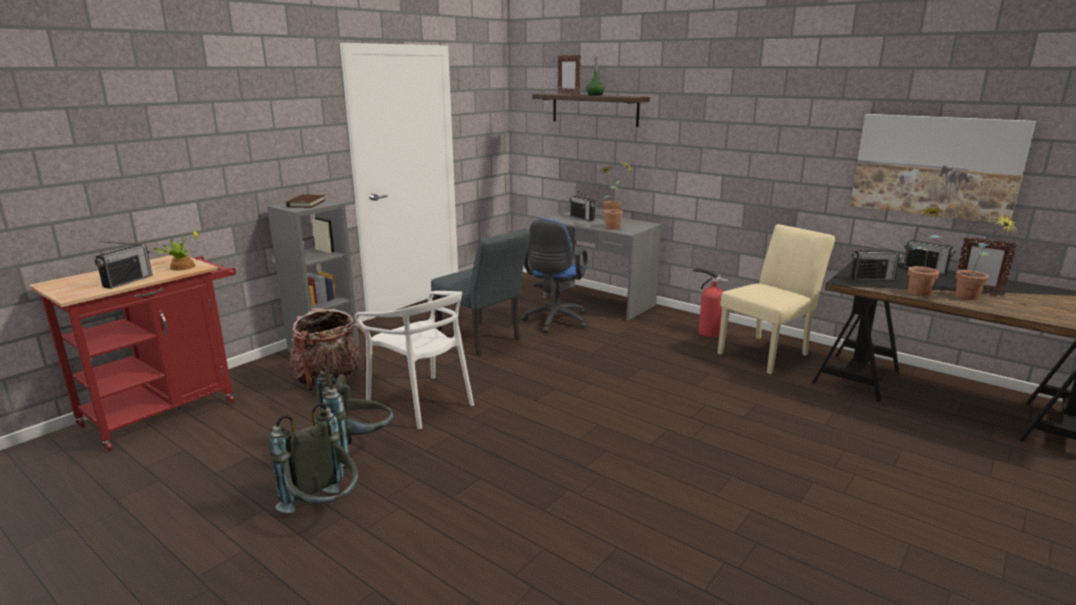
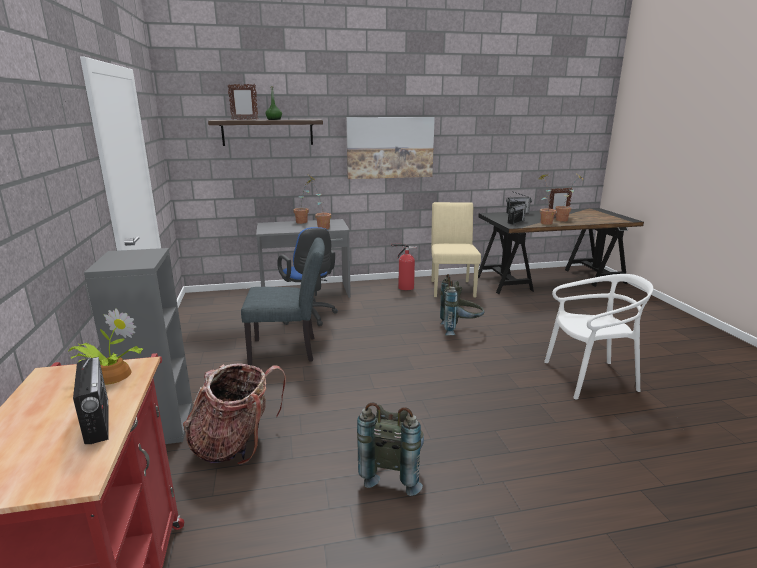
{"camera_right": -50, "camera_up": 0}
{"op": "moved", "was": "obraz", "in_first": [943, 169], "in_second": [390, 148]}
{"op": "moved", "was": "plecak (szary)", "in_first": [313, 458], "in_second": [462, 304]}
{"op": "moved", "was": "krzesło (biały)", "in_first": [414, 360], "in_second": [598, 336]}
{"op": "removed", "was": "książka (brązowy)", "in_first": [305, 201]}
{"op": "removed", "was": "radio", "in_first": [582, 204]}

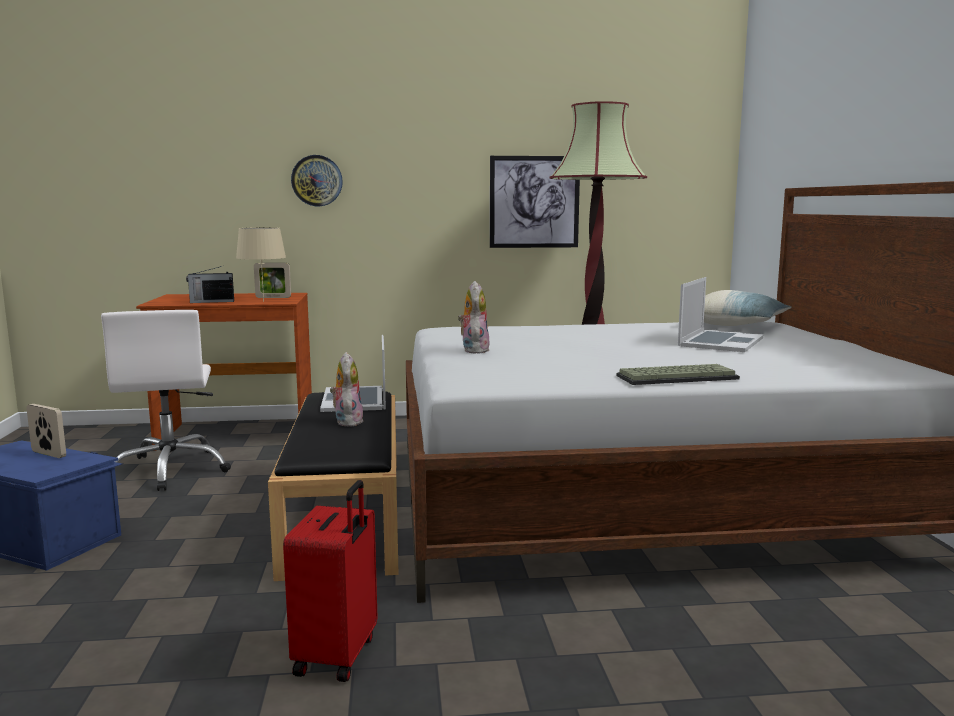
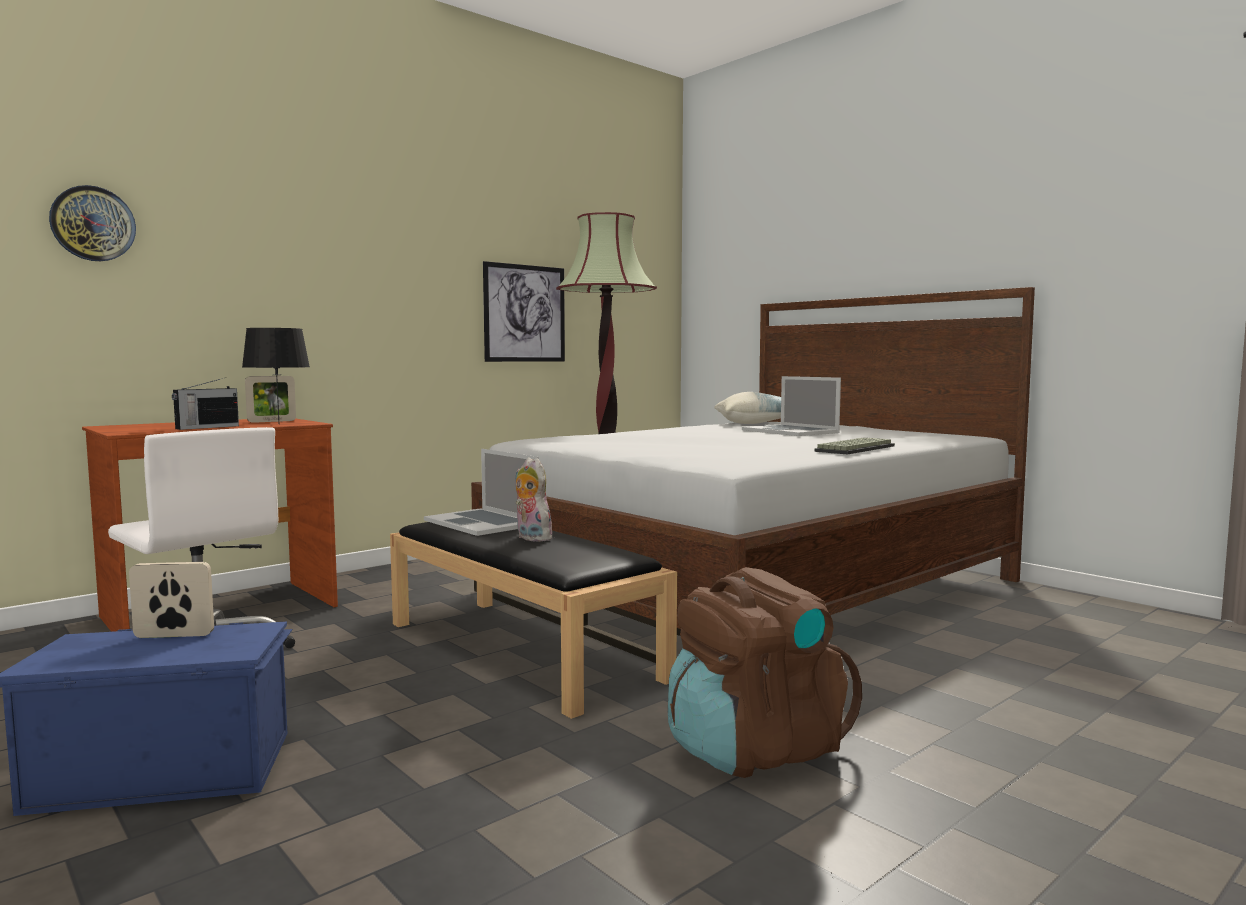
{"camera_right": -35, "camera_up": -5}
{"op": "moved", "was": "zegar ścienny", "in_first": [317, 180], "in_second": [92, 223]}
{"op": "recoloured", "was": "lampa stołowa (beżowy)", "now": "lampa stołowa (czarny)", "in_first": [261, 264], "in_second": [276, 375]}
{"op": "replaced", "was": "walizka (czerwony)", "now": "plecak (brązowy)", "in_first": [330, 581], "in_second": [765, 672]}
{"op": "turned", "was": "laptop", "in_first": [720, 314], "in_second": [791, 406], "clockwise": 150}
{"op": "removed", "was": "pluszak", "in_first": [473, 317]}

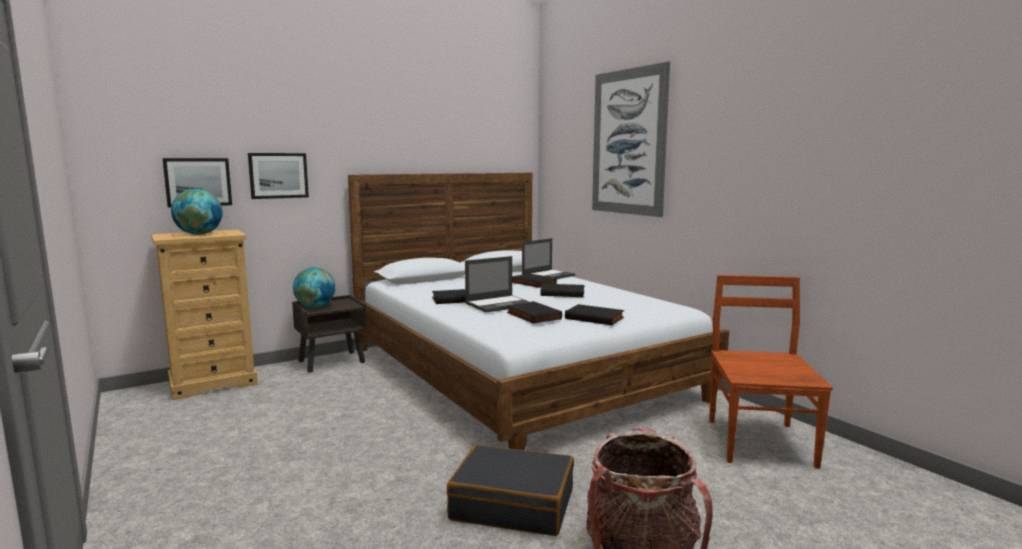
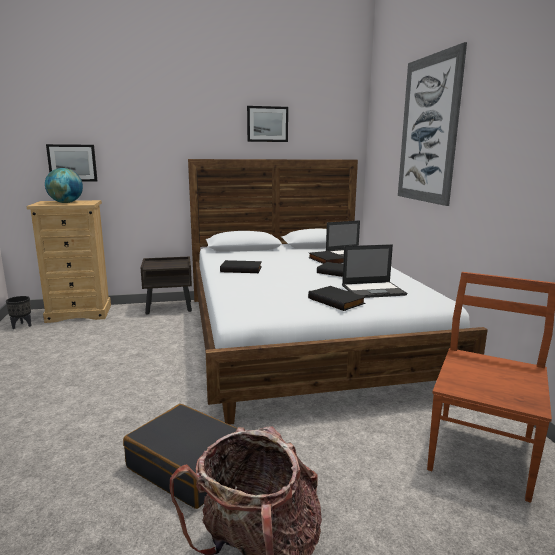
{"camera_right": 20, "camera_up": 5}
{"op": "added", "now": "donica (czarny)", "in_second": [19, 312]}
{"op": "moved", "was": "obraz", "in_first": [278, 176], "in_second": [267, 124]}
{"op": "moved", "was": "laptop", "in_first": [497, 284], "in_second": [374, 271]}
{"op": "removed", "was": "globus", "in_first": [314, 287]}
{"op": "removed", "was": "książka (czarny)", "in_first": [534, 312]}

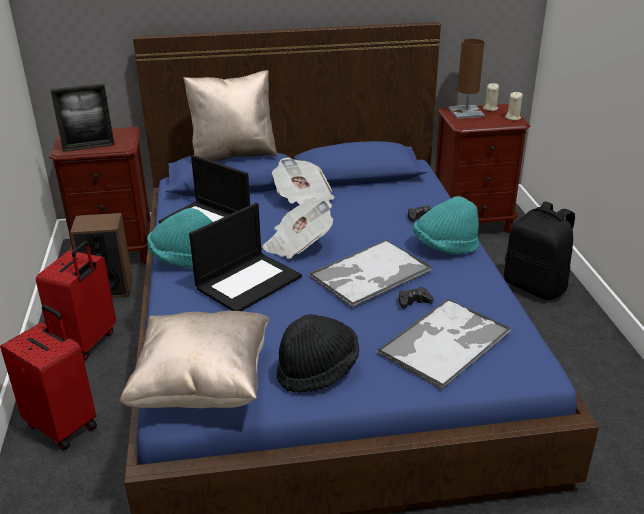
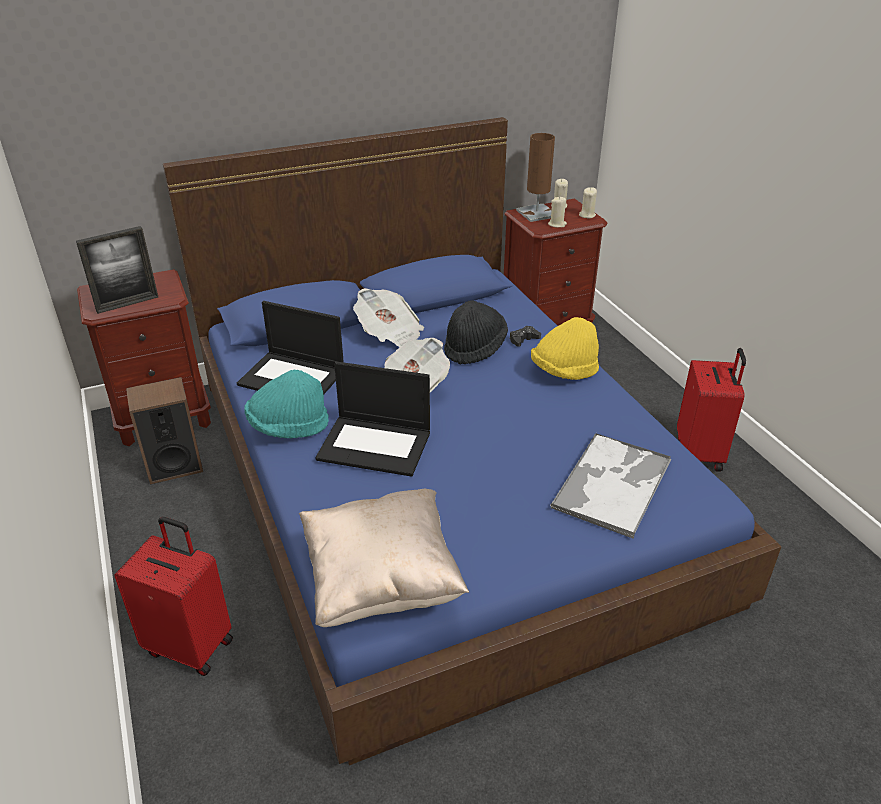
{"camera_right": -15, "camera_up": 5}
{"op": "turned", "was": "laptop", "in_first": [245, 257], "in_second": [372, 419], "clockwise": 75}
{"op": "moved", "was": "kapelusz (czarny)", "in_first": [317, 353], "in_second": [476, 332]}
{"op": "recoloured", "was": "kapelusz (turkusowy)", "now": "kapelusz (żółty)", "in_first": [446, 225], "in_second": [565, 348]}
{"op": "added", "now": "świeca (beżowy)", "in_second": [557, 211]}
{"op": "moved", "was": "walizka (czerwony)", "in_first": [76, 300], "in_second": [711, 410]}
{"op": "removed", "was": "poduszka (beżowy)", "in_first": [230, 116]}
{"op": "removed", "was": "taca", "in_first": [370, 274]}
{"op": "removed", "was": "pad do gier (czarny)", "in_first": [416, 298]}
{"op": "removed", "was": "plecak (czarny)", "in_first": [539, 251]}

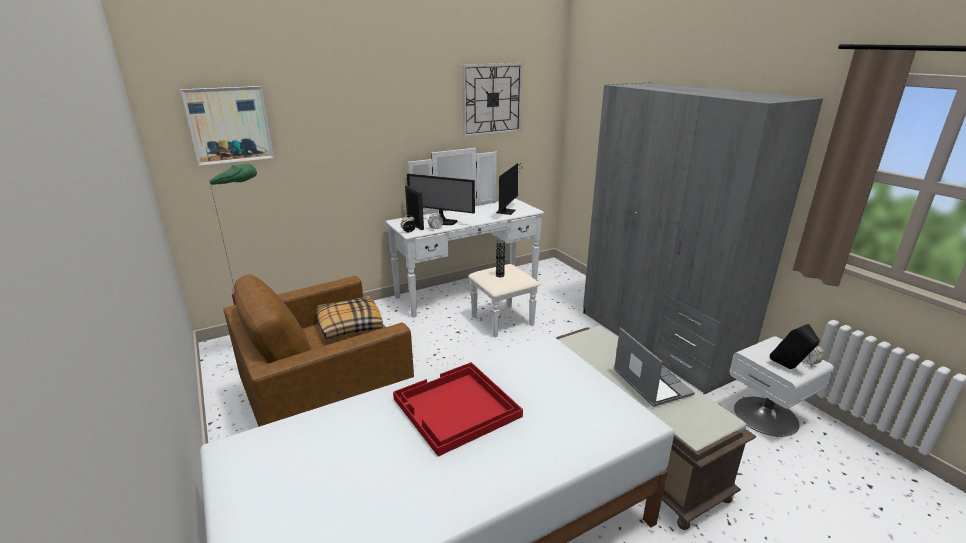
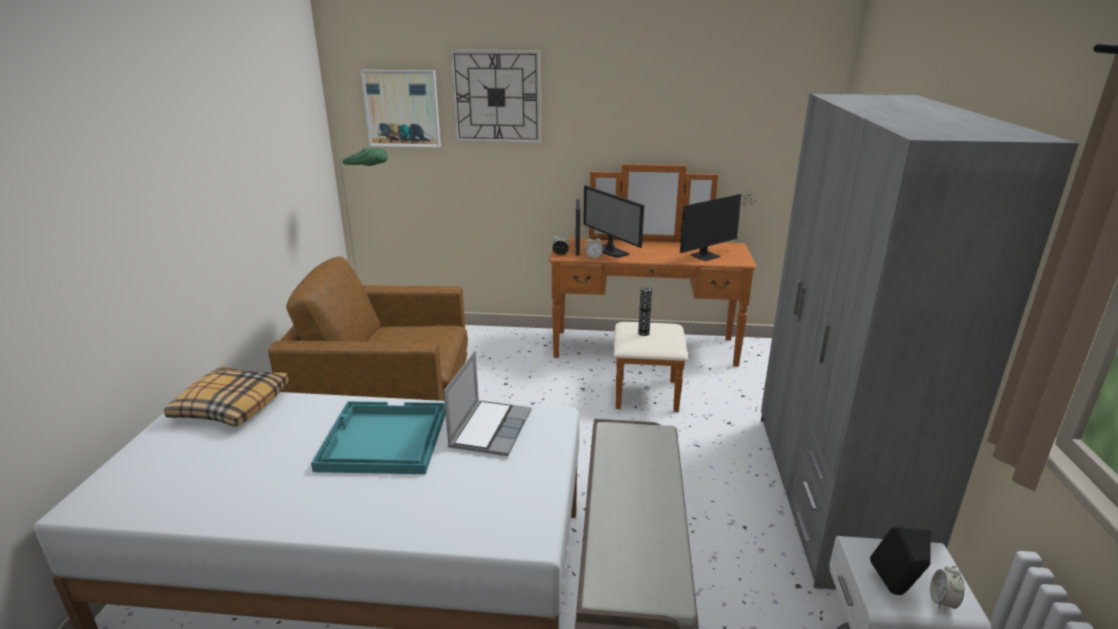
{"camera_right": 35, "camera_up": 0}
{"op": "moved", "was": "poduszka", "in_first": [350, 317], "in_second": [226, 396]}
{"op": "recoloured", "was": "taca (czerwony)", "now": "taca (turkusowy)", "in_first": [458, 409], "in_second": [378, 437]}
{"op": "moved", "was": "laptop", "in_first": [654, 367], "in_second": [488, 403]}
{"op": "moved", "was": "zegar ścienny", "in_first": [492, 100], "in_second": [495, 96]}
{"op": "recoloured", "was": "komoda (biały)", "now": "komoda (brązowy)", "in_first": [465, 242], "in_second": [653, 288]}

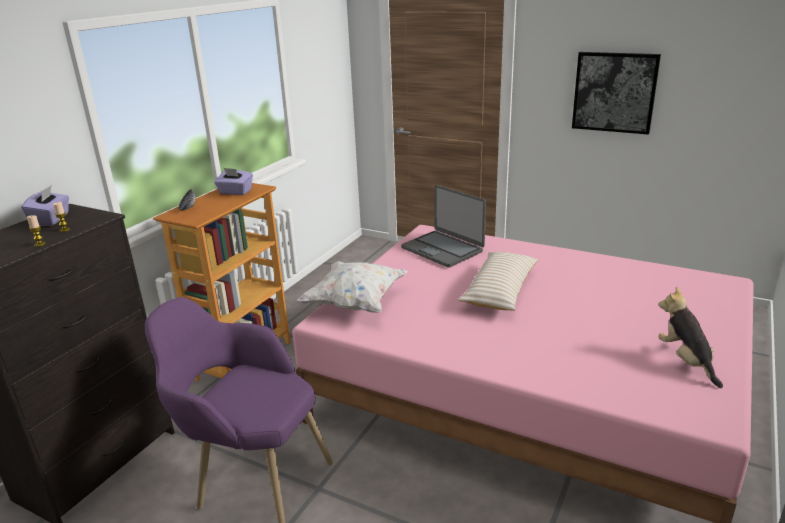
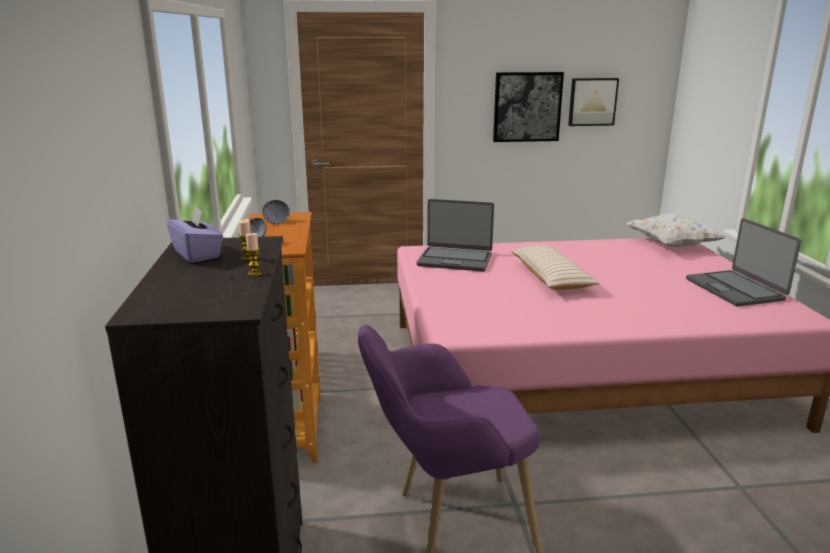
{"camera_right": -35, "camera_up": -5}
{"op": "replaced", "was": "pudełko chusteczek (fioletowy)", "now": "miska", "in_first": [233, 181], "in_second": [276, 212]}
{"op": "added", "now": "obraz", "in_second": [593, 102]}
{"op": "moved", "was": "poduszka (biały)", "in_first": [353, 287], "in_second": [676, 230]}
{"op": "replaced", "was": "pluszak", "now": "laptop", "in_first": [690, 337], "in_second": [743, 262]}

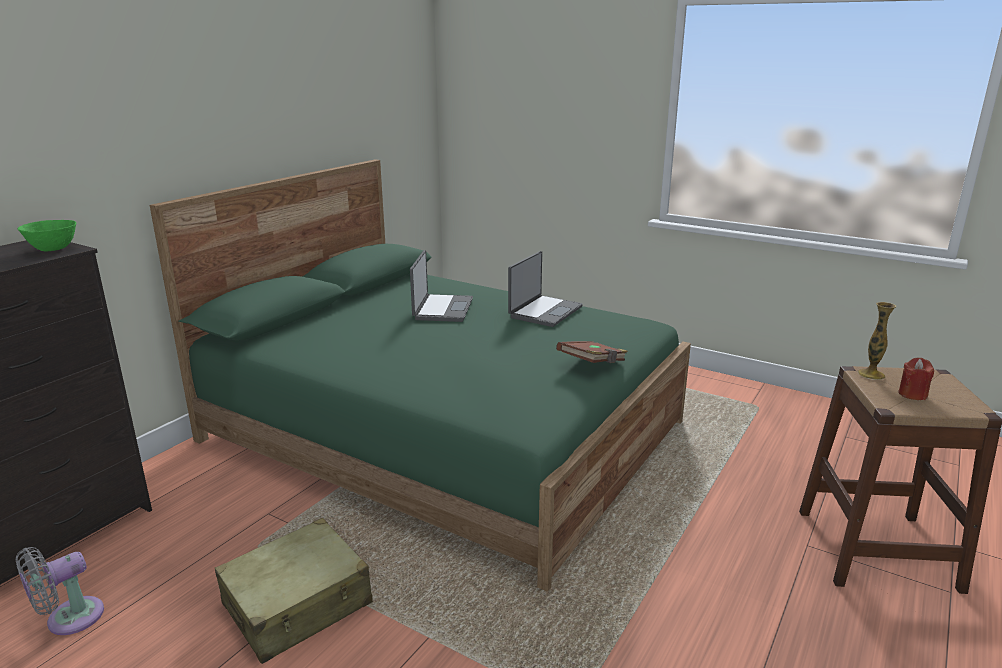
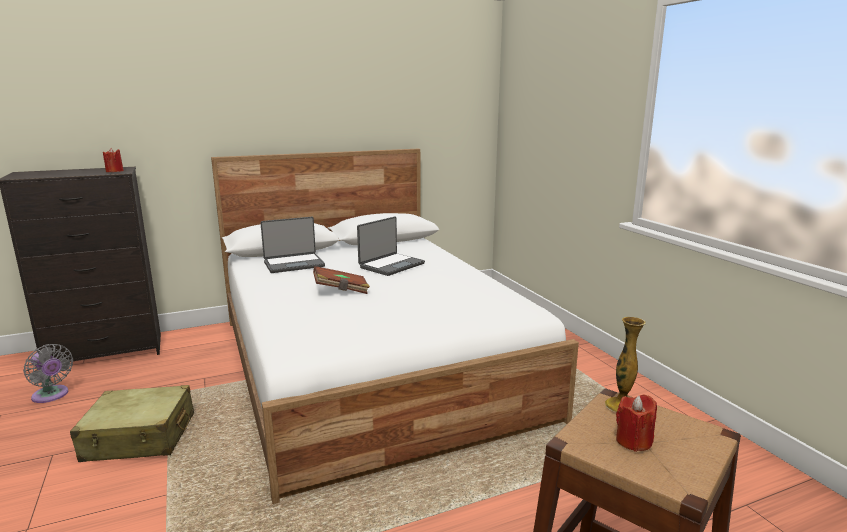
{"camera_right": 35, "camera_up": -5}
{"op": "turned", "was": "wentylator (szary)", "in_first": [60, 591], "in_second": [48, 373], "clockwise": -135}
{"op": "replaced", "was": "miska (zielony)", "now": "świeca (czerwony)", "in_first": [46, 236], "in_second": [113, 160]}
{"op": "recoloured", "was": "łóżko (zielony)", "now": "łóżko (biały)", "in_first": [420, 375], "in_second": [395, 326]}
{"op": "moved", "was": "laptop", "in_first": [545, 289], "in_second": [292, 245]}
{"op": "moved", "was": "książka (brązowy)", "in_first": [592, 352], "in_second": [341, 280]}

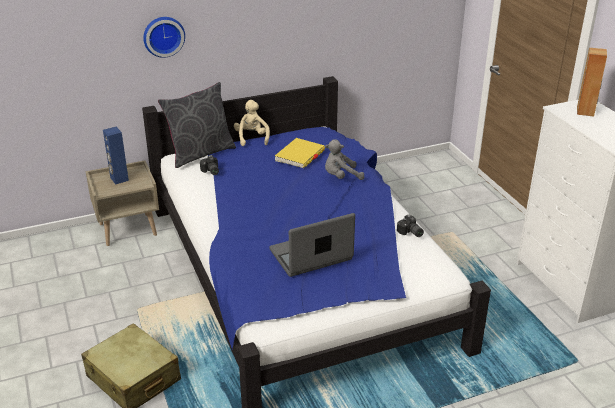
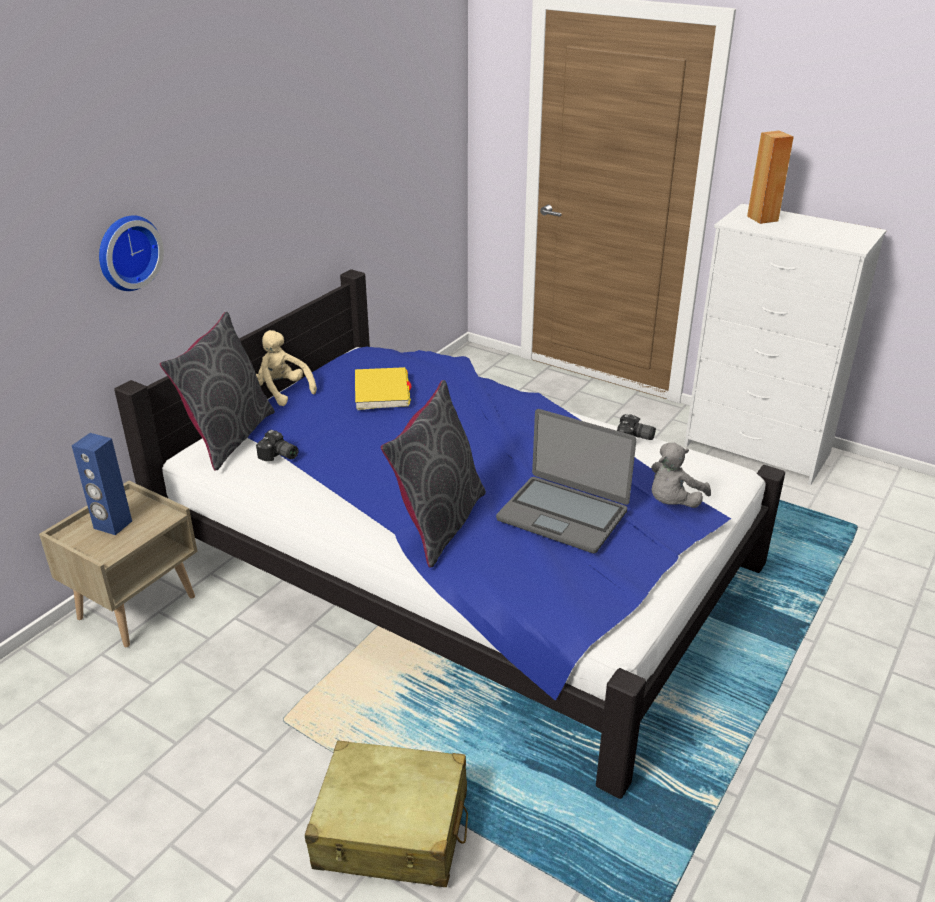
{"camera_right": -35, "camera_up": 0}
{"op": "added", "now": "poduszka (szary)", "in_second": [433, 474]}
{"op": "turned", "was": "laptop", "in_first": [312, 245], "in_second": [566, 481], "clockwise": -90}
{"op": "moved", "was": "pluszak (szary)", "in_first": [344, 159], "in_second": [681, 475]}

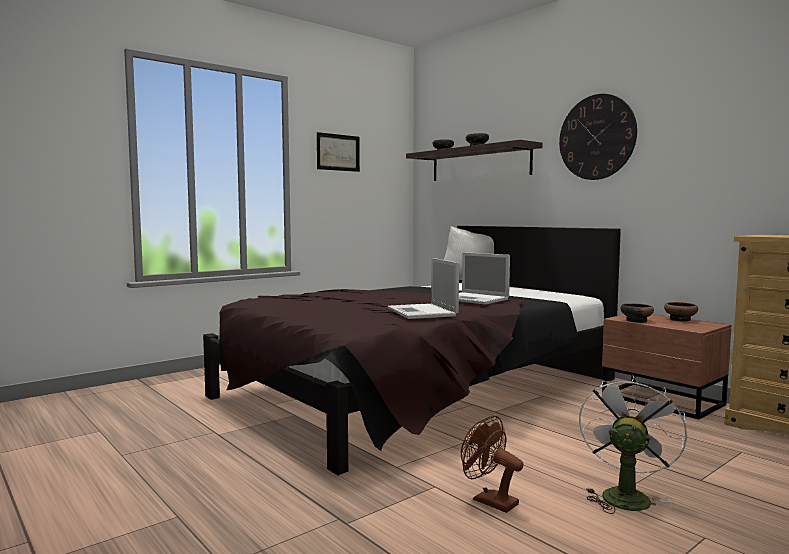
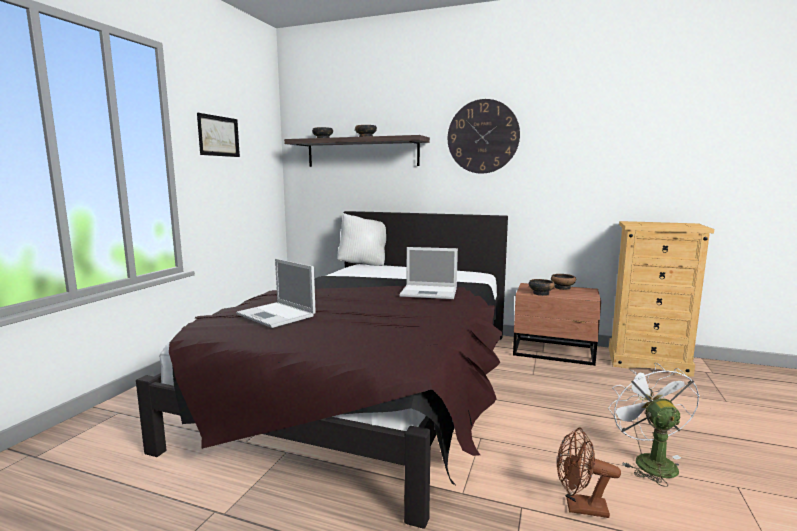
{"camera_right": -30, "camera_up": 5}
{"op": "moved", "was": "laptop", "in_first": [423, 288], "in_second": [276, 293]}

